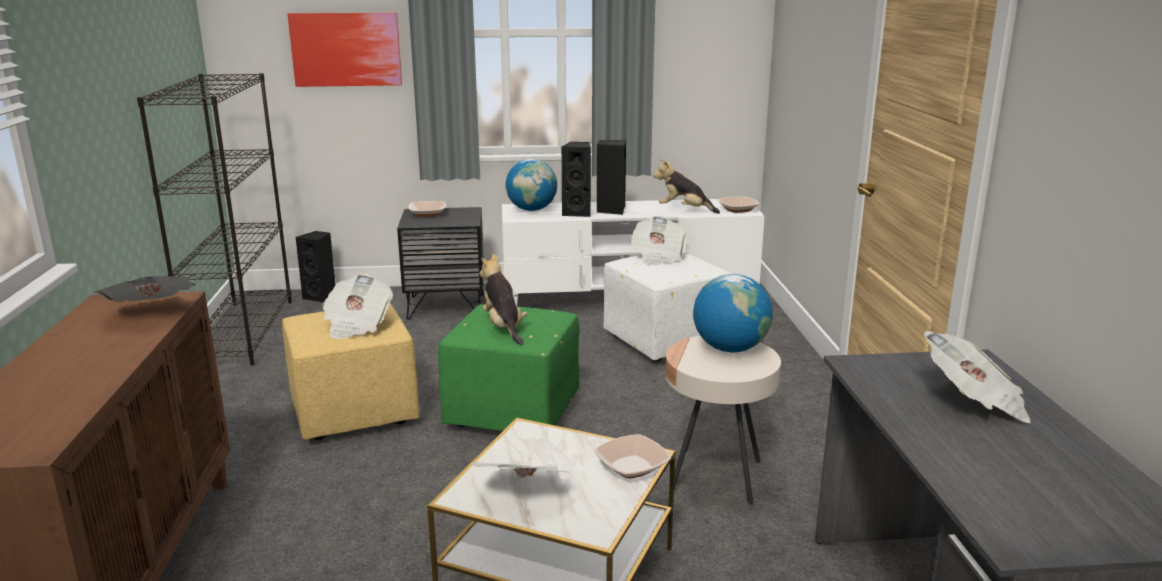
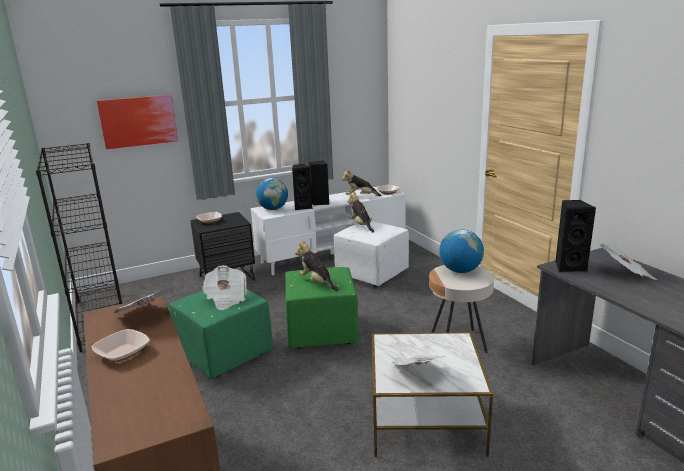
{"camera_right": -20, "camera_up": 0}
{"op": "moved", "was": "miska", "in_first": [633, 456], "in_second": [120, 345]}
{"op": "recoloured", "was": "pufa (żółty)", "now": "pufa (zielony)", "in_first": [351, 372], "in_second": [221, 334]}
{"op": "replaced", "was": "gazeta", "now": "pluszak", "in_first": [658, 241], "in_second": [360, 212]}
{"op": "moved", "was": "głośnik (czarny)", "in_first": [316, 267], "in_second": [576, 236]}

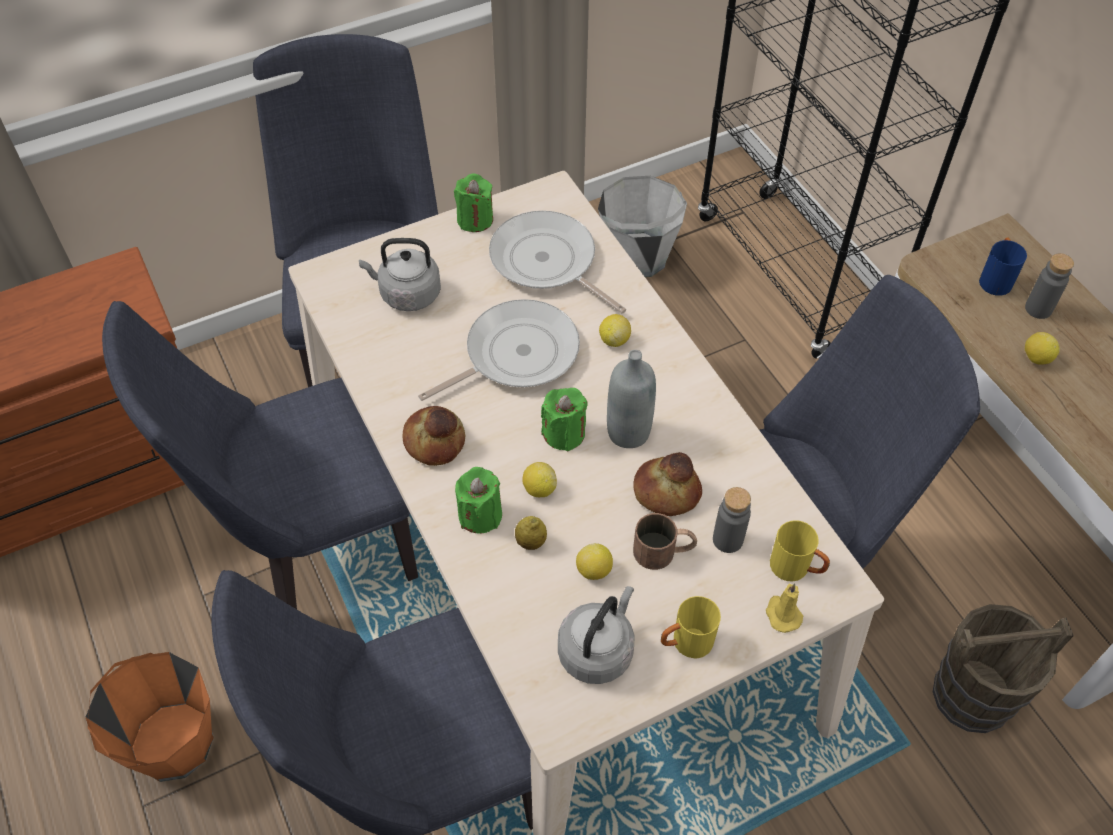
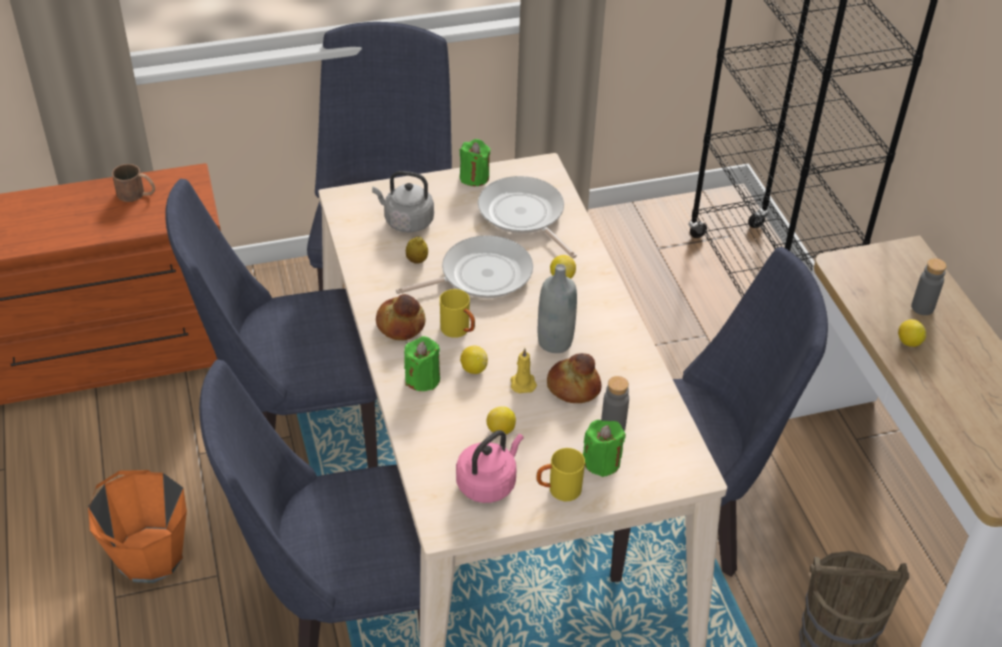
{"camera_right": 10, "camera_up": -10}
{"op": "moved", "was": "kubek (brązowy)", "in_first": [665, 541], "in_second": [133, 183]}
{"op": "moved", "was": "cytryna", "in_first": [531, 533], "in_second": [417, 250]}
{"op": "moved", "was": "kubek (żółty)", "in_first": [800, 551], "in_second": [457, 313]}
{"op": "recoloured", "was": "czajnik (szary)", "now": "czajnik (różowy)", "in_first": [596, 635], "in_second": [490, 466]}
{"op": "moved", "was": "świeca (żółty)", "in_first": [784, 608], "in_second": [523, 370]}
{"op": "moved", "was": "świeca (zielony)", "in_first": [564, 419], "in_second": [604, 448]}
{"op": "removed", "was": "wiadro (szary)", "in_first": [642, 226]}
{"op": "removed", "was": "kubek (niebieski)", "in_first": [1003, 266]}

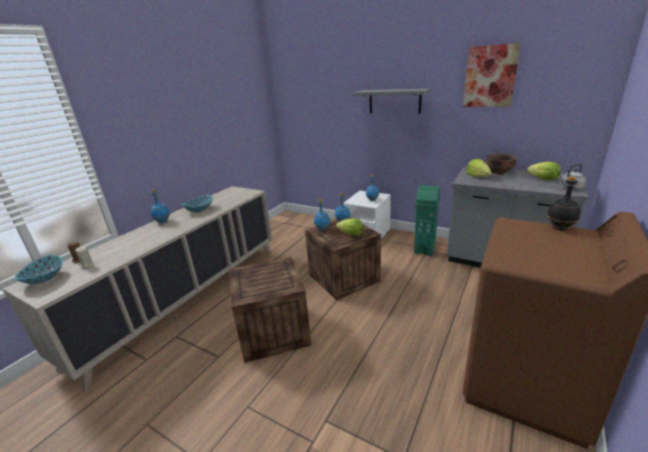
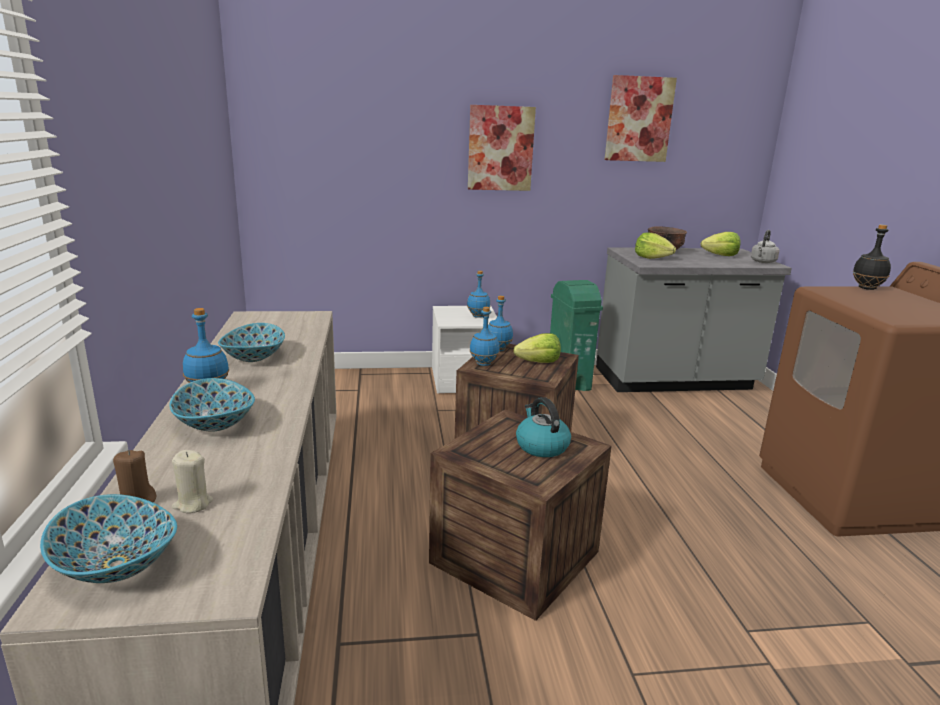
{"camera_right": -40, "camera_up": -5}
{"op": "added", "now": "miska", "in_second": [212, 405]}
{"op": "replaced", "was": "półka (szary)", "now": "obraz", "in_first": [392, 101], "in_second": [502, 148]}
{"op": "added", "now": "czajnik", "in_second": [543, 427]}

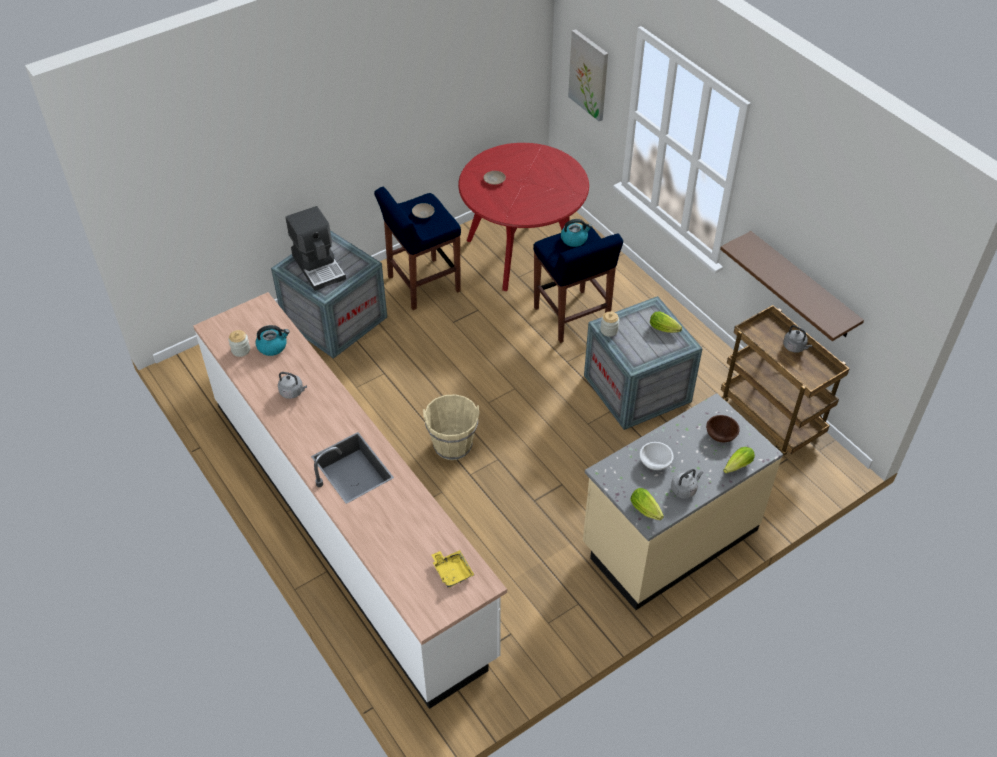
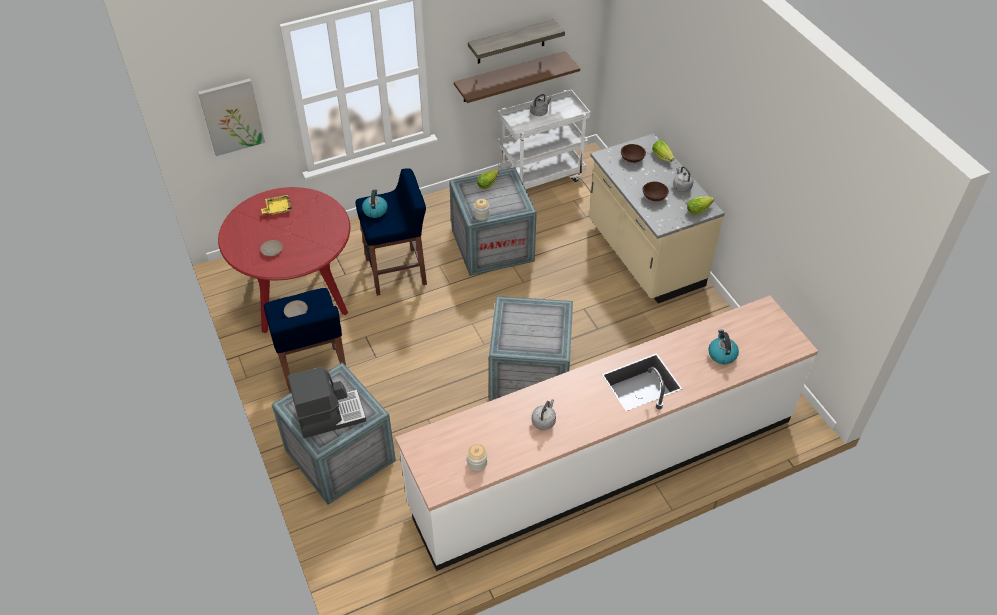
{"camera_right": -80, "camera_up": 0}
{"op": "moved", "was": "taca (żółty)", "in_first": [452, 569], "in_second": [276, 205]}
{"op": "added", "now": "półka", "in_second": [516, 41]}
{"op": "replaced", "was": "wiadro (beżowy)", "now": "skrzynka", "in_first": [451, 427], "in_second": [531, 348]}
{"op": "recoloured", "was": "wózek (brązowy)", "now": "wózek (biały)", "in_first": [785, 380], "in_second": [544, 139]}
{"op": "recoloured", "was": "miska (biały)", "now": "miska (brązowy)", "in_first": [657, 456], "in_second": [656, 191]}
{"op": "moved", "was": "czajnik", "in_first": [273, 340], "in_second": [723, 346]}

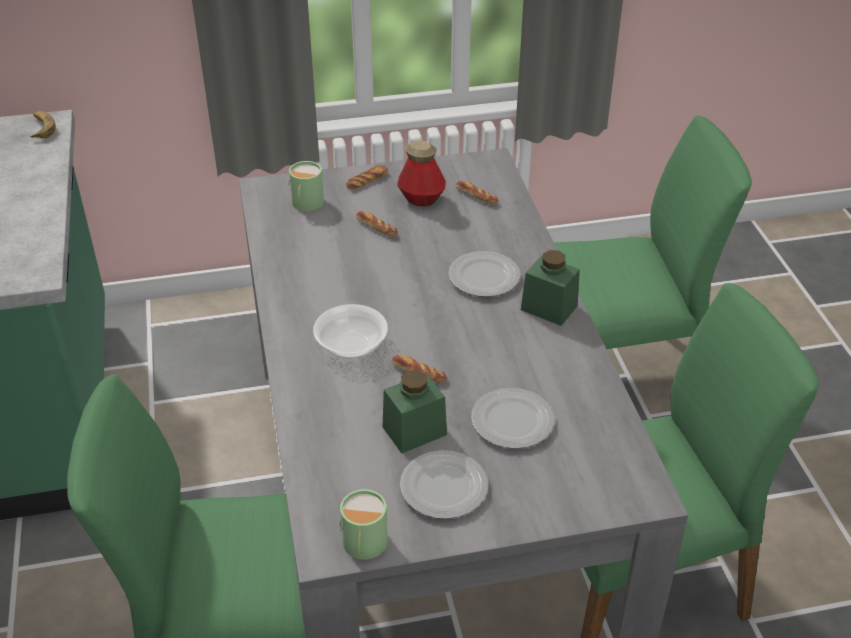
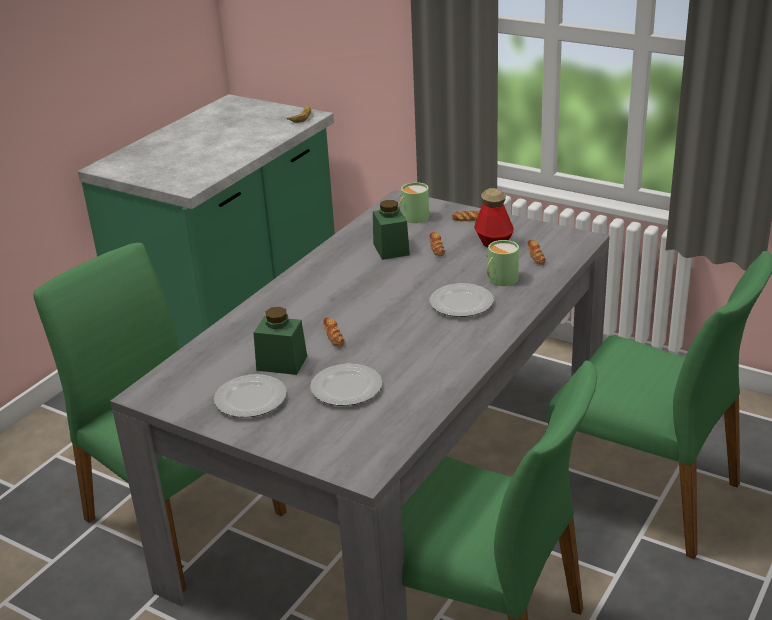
{"camera_right": 45, "camera_up": -10}
{"op": "moved", "was": "słoik (zielony)", "in_first": [550, 288], "in_second": [391, 230]}
{"op": "moved", "was": "kubek (zielony)", "in_first": [364, 524], "in_second": [503, 263]}
{"op": "removed", "was": "miska", "in_first": [350, 331]}

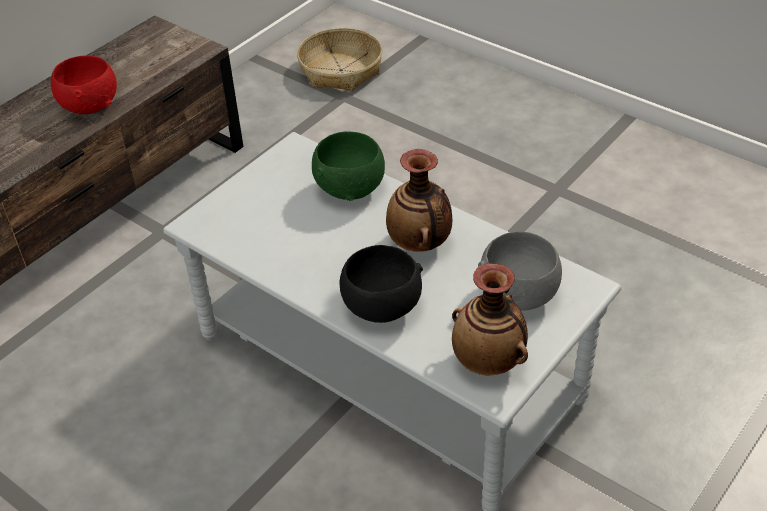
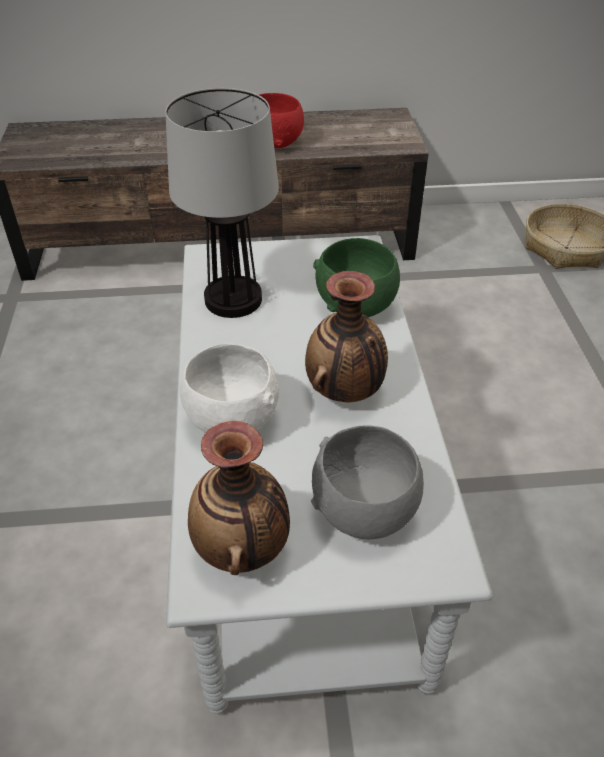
{"camera_right": 45, "camera_up": 0}
{"op": "added", "now": "lampa stołowa", "in_second": [222, 203]}
{"op": "recoloured", "was": "miska (czarny)", "now": "miska (biały)", "in_first": [381, 284], "in_second": [229, 388]}

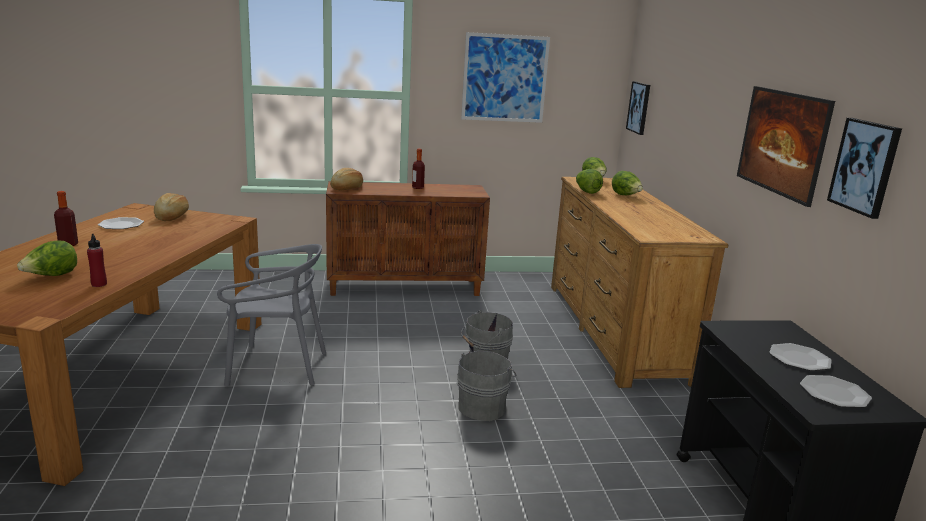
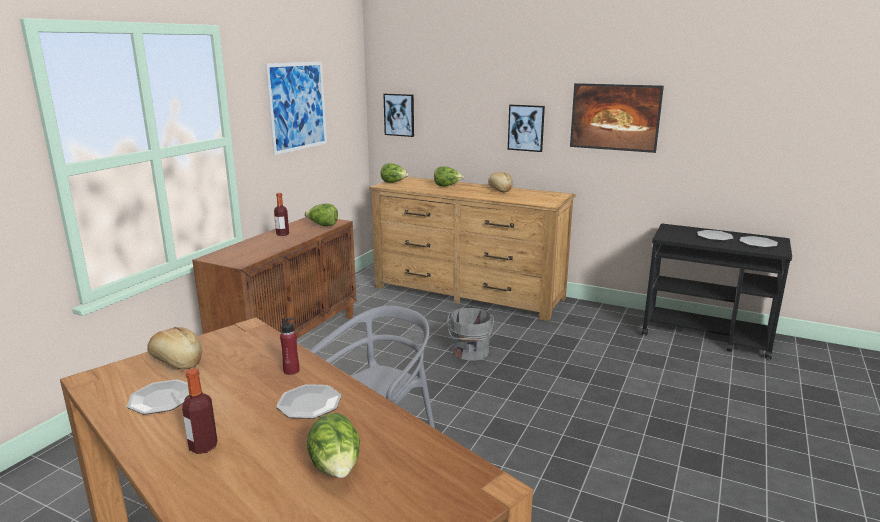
{"camera_right": -55, "camera_up": 0}
{"op": "added", "now": "talerz", "in_second": [309, 401]}
{"op": "moved", "was": "butelka (czerwony)", "in_first": [97, 260], "in_second": [289, 346]}
{"op": "moved", "was": "sałata", "in_first": [589, 181], "in_second": [321, 214]}
{"op": "moved", "was": "chleb", "in_first": [346, 179], "in_second": [500, 182]}
{"op": "moved", "was": "obraz", "in_first": [864, 168], "in_second": [526, 128]}
{"op": "removed", "was": "wiadro (szary)", "in_first": [486, 386]}

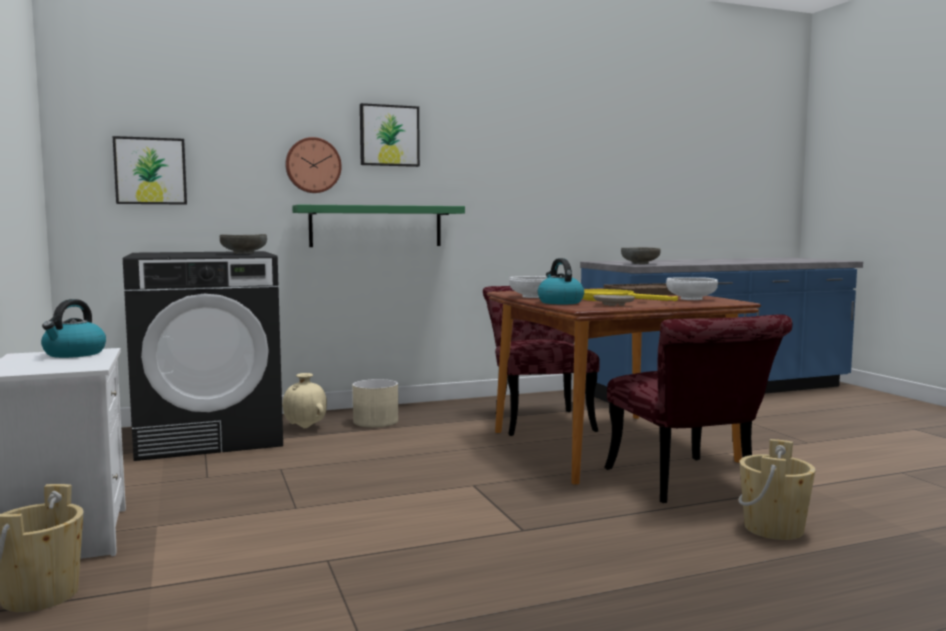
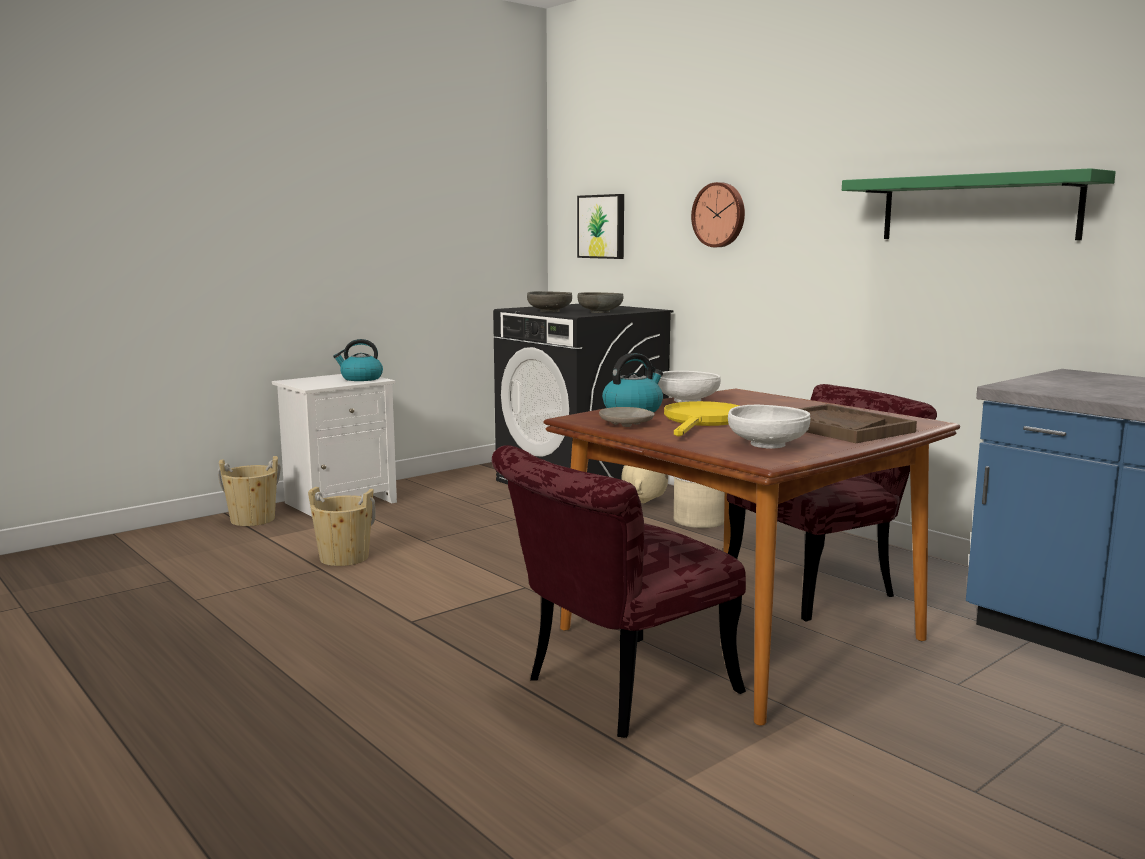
{"camera_right": 70, "camera_up": 5}
{"op": "moved", "was": "wiadro (beżowy)", "in_first": [777, 489], "in_second": [341, 526]}
{"op": "moved", "was": "miska (szary)", "in_first": [641, 255], "in_second": [549, 301]}
{"op": "moved", "was": "półka (zielony)", "in_first": [378, 226], "in_second": [979, 204]}
{"op": "removed", "was": "obraz", "in_first": [390, 135]}

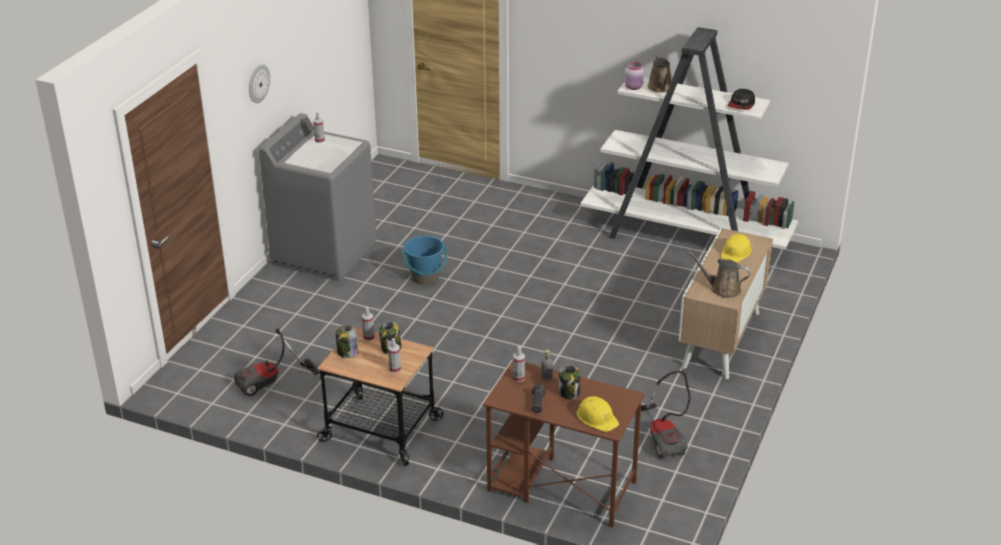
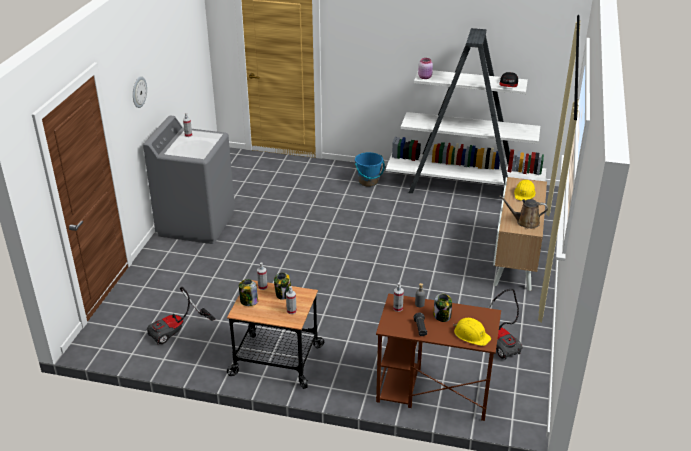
{"camera_right": -10, "camera_up": 0}
{"op": "moved", "was": "wiadro (niebieski)", "in_first": [424, 260], "in_second": [370, 169]}
{"op": "removed", "was": "konewka (brązowy)", "in_first": [659, 74]}

